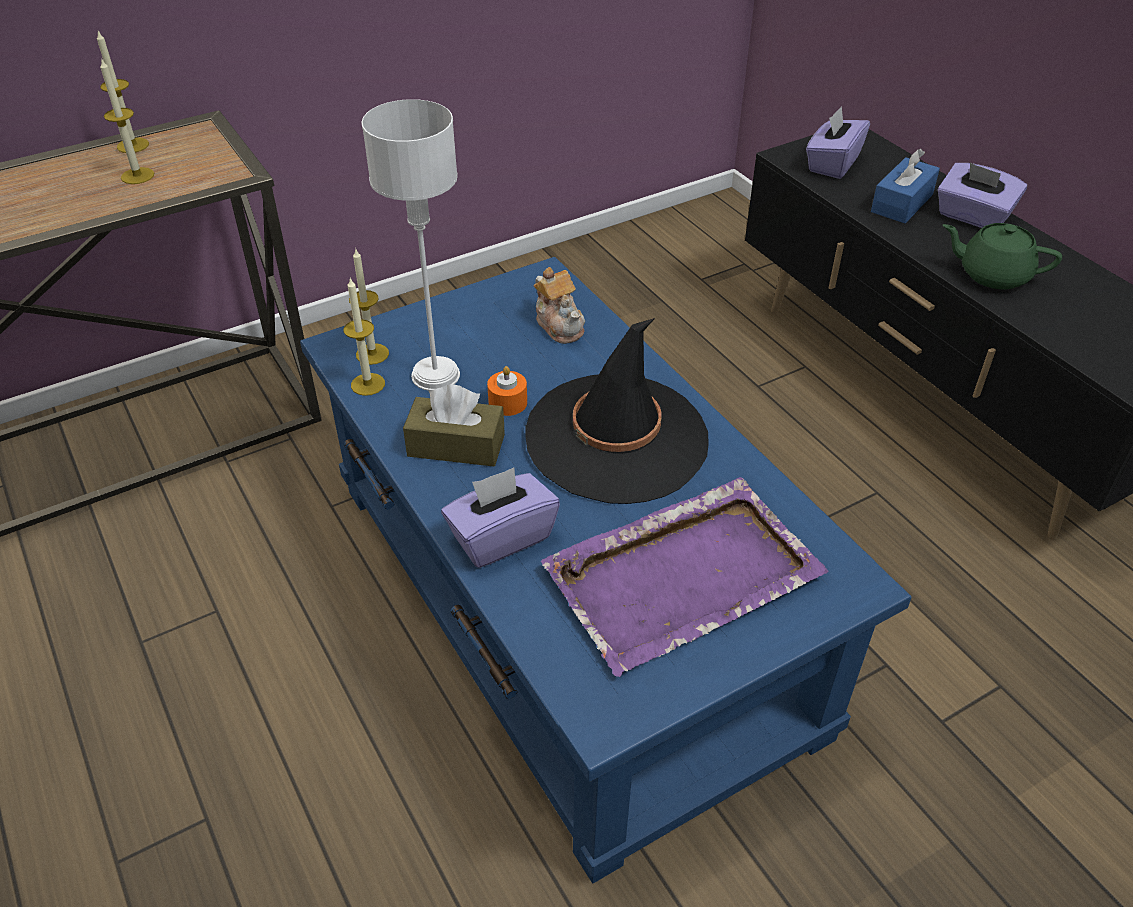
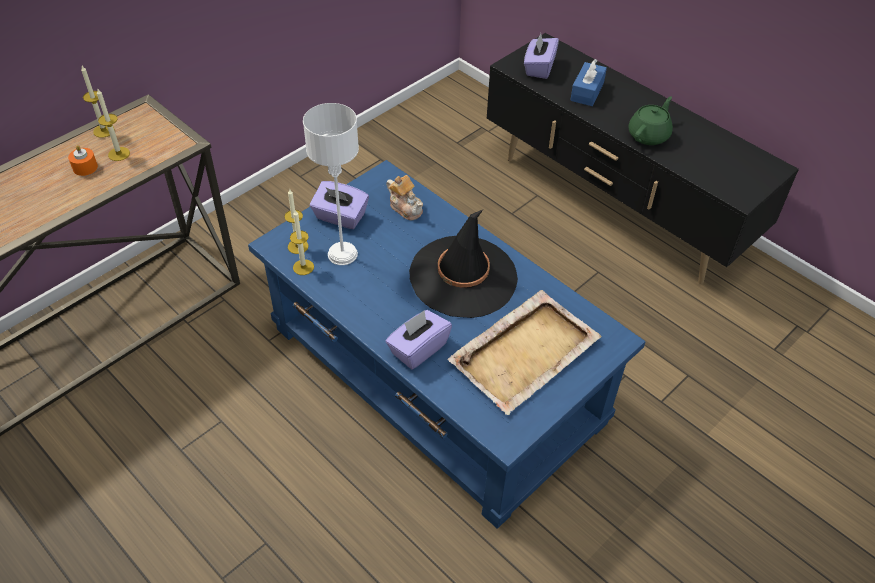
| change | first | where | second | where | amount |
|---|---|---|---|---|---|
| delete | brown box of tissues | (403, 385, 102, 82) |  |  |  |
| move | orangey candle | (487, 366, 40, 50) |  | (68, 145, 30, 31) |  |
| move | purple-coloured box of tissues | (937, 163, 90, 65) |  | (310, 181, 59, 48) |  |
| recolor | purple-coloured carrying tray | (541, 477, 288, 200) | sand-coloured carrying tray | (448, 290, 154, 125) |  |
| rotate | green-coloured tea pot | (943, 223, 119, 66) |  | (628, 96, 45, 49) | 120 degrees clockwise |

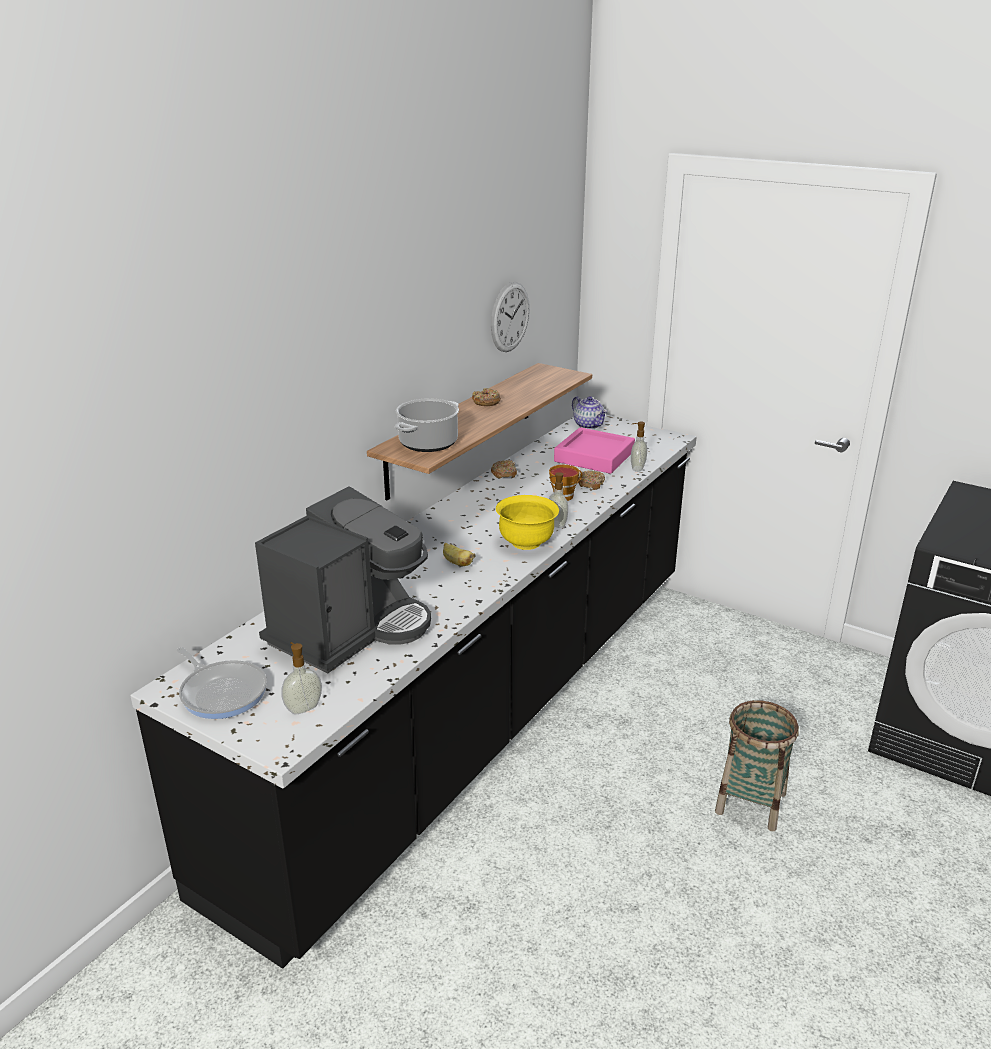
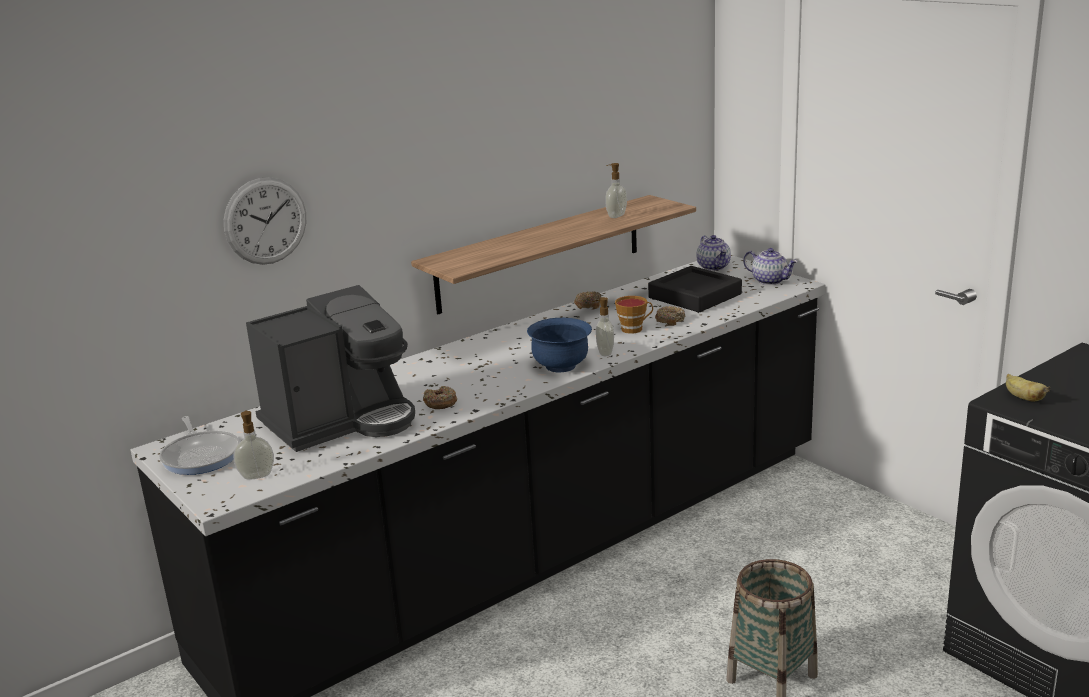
| change | first | where | second | where | amount |
|---|---|---|---|---|---|
| delete | cooking pot | (395, 398, 64, 54) |  |  |  |
| insert |  |  | tea pot | (743, 248, 55, 37) |  |
| move | banana | (443, 543, 33, 23) |  | (1006, 374, 44, 27) |  |
| move | donut | (472, 388, 29, 18) |  | (423, 386, 34, 23) |  |
| move | hanging clock | (491, 282, 38, 70) |  | (224, 177, 82, 88) |  |
| move | soap dispenser | (631, 422, 16, 50) |  | (605, 163, 22, 55) |  |
| recolor | yellow serving bowl | (496, 495, 63, 55) | blue-coloured serving bowl | (527, 318, 65, 54) |  |
| recolor | pink-coloured carrying tray | (554, 427, 81, 47) | black carrying tray | (648, 266, 94, 46) |  |

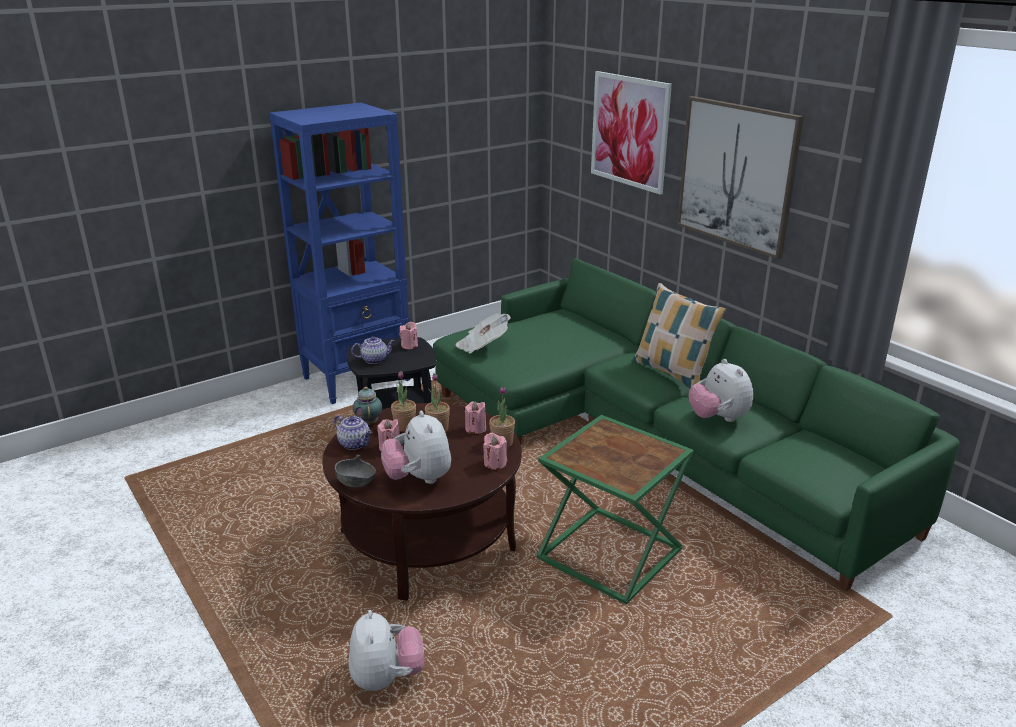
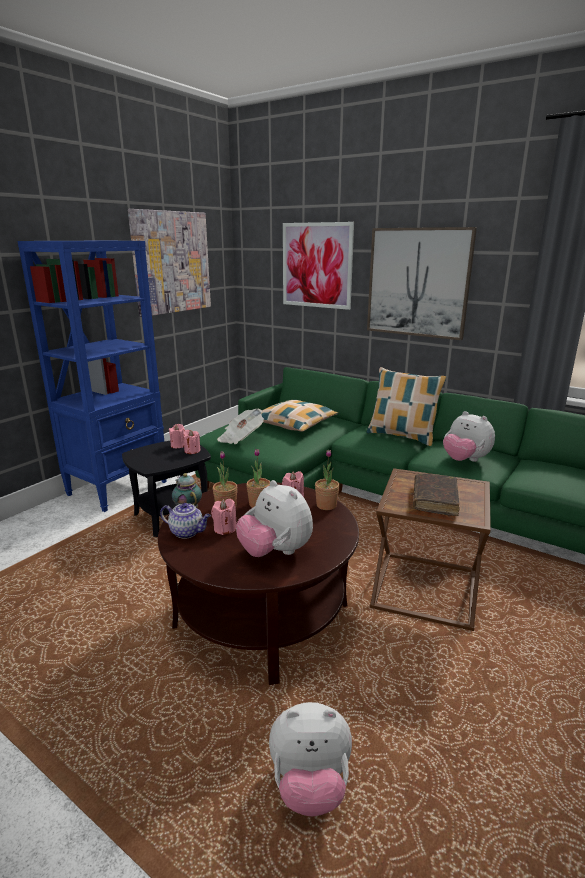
| change | first | where | second | where | amount |
|---|---|---|---|---|---|
| delete | gray serving bowl | (335, 455, 41, 33) |  |  |  |
| delete | tea pot | (351, 336, 44, 28) |  |  |  |
| insert |  |  | wall art | (128, 209, 83, 108) |  |
| insert |  |  | pillow | (261, 400, 77, 31) |  |
| insert |  |  | brown bound book | (413, 474, 46, 42) |  |
| move | pink-coloured candle | (483, 433, 24, 37) |  | (183, 430, 17, 24) |  |
| recolor | green-coloured accent table | (536, 415, 158, 190) | brown accent table | (370, 468, 121, 163) |  |
| rotate | soft toy | (349, 610, 75, 81) |  | (269, 702, 83, 114) | 120 degrees clockwise |

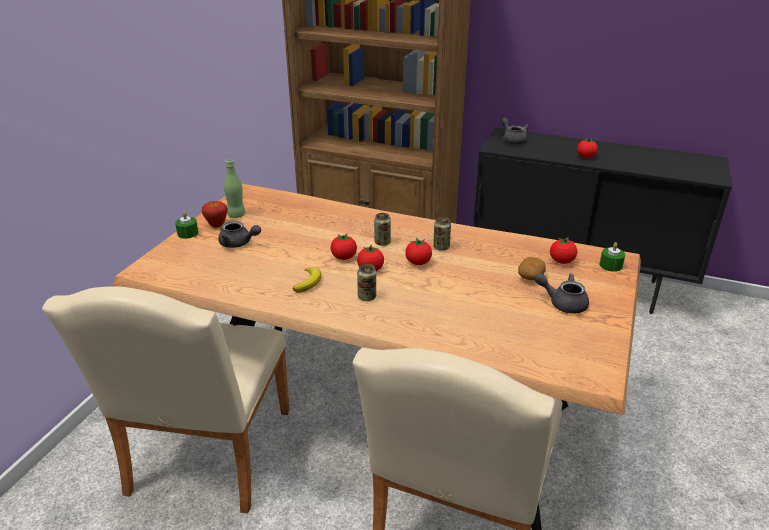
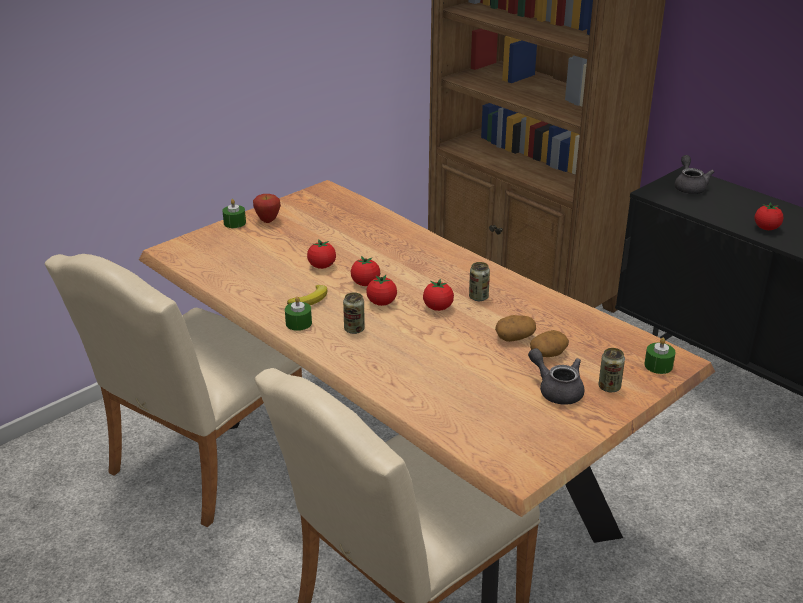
| change | first | where | second | where | amount |
|---|---|---|---|---|---|
| delete | gray tea pot | (218, 221, 43, 27) |  |  |  |
| delete | green-coloured bottle | (224, 159, 21, 59) |  |  |  |
| insert |  |  | green-coloured candle | (285, 296, 27, 35) |  |
| insert |  |  | potato | (495, 315, 41, 27) |  |
| move | metal can | (374, 213, 17, 33) |  | (599, 348, 26, 44) |  |
| move | tomato | (550, 237, 27, 27) |  | (307, 239, 29, 30) |  |

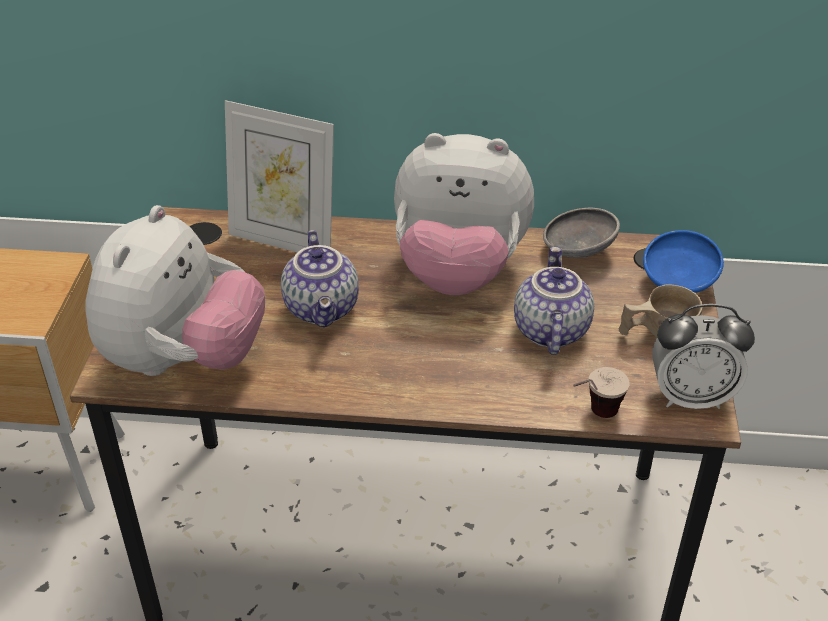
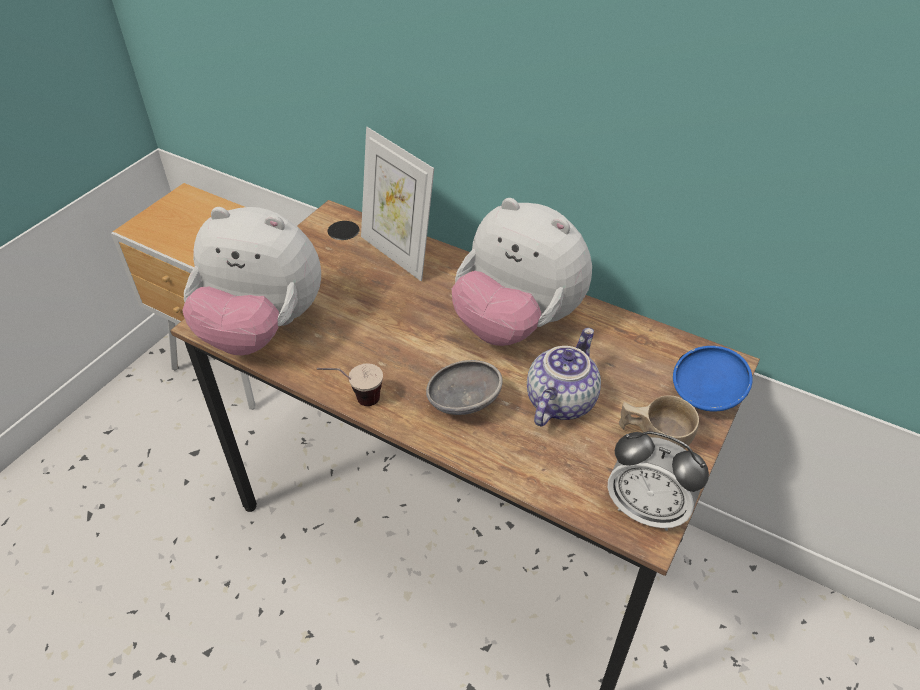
| change | first | where | second | where | amount |
|---|---|---|---|---|---|
| delete | tea pot | (281, 230, 78, 97) |  |  |  |
| move | gray serving bowl | (543, 208, 77, 50) |  | (426, 360, 77, 55) |  |
| move | cup | (573, 367, 57, 51) |  | (317, 363, 66, 43) |  |
| rotate | soft toy | (85, 205, 180, 171) |  | (182, 207, 139, 148) | 60 degrees clockwise |

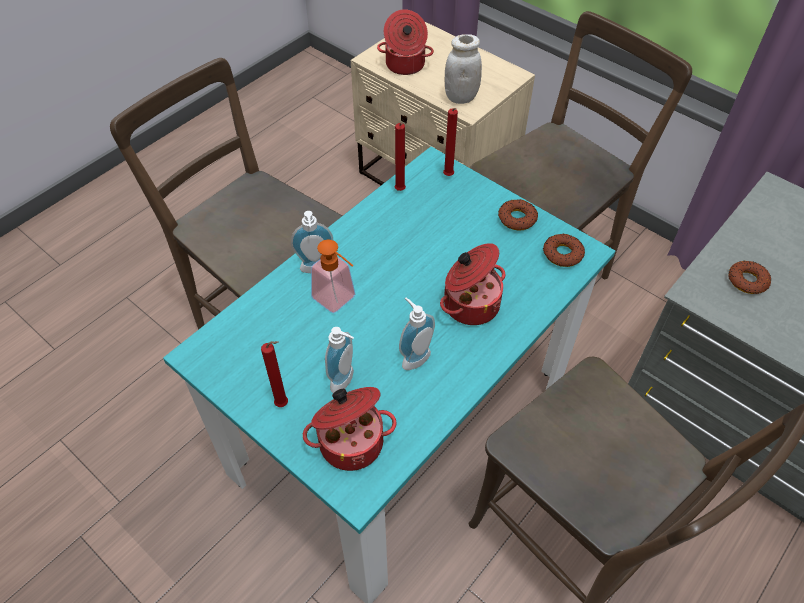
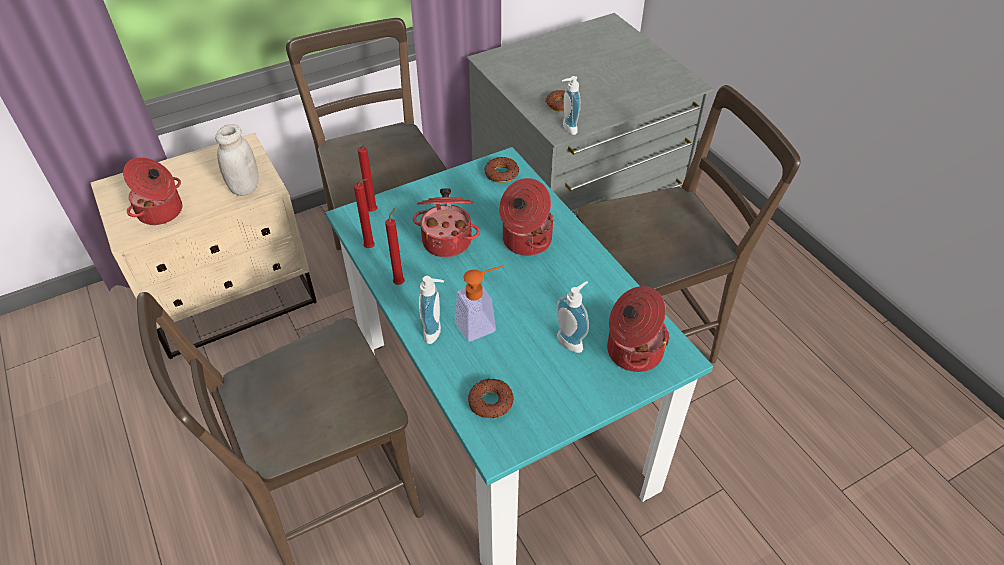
| change | first | where | second | where | amount |
|---|---|---|---|---|---|
| insert |  |  | cooking pot | (413, 188, 67, 69) |  |
| move | reddish candle | (261, 341, 27, 66) |  | (385, 208, 20, 77) |  |
| move | soap dispenser | (399, 298, 36, 72) |  | (562, 76, 19, 59) |  |
| move | donut | (498, 199, 40, 32) |  | (468, 379, 46, 39) |  |

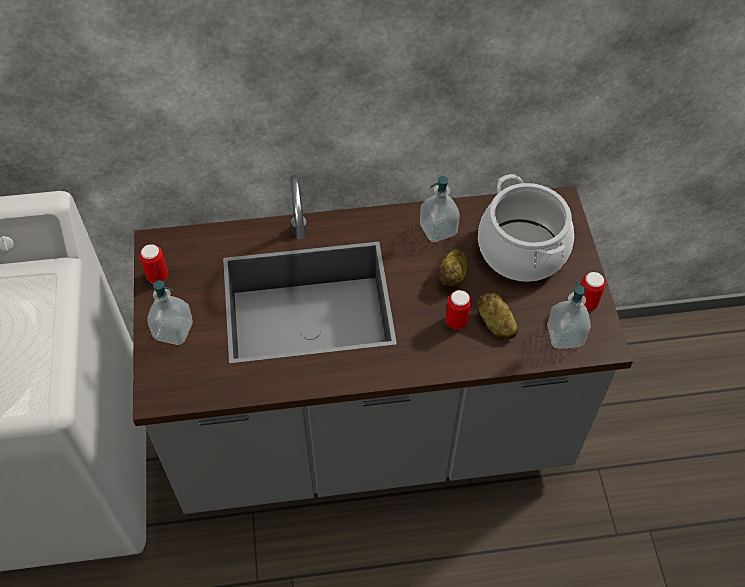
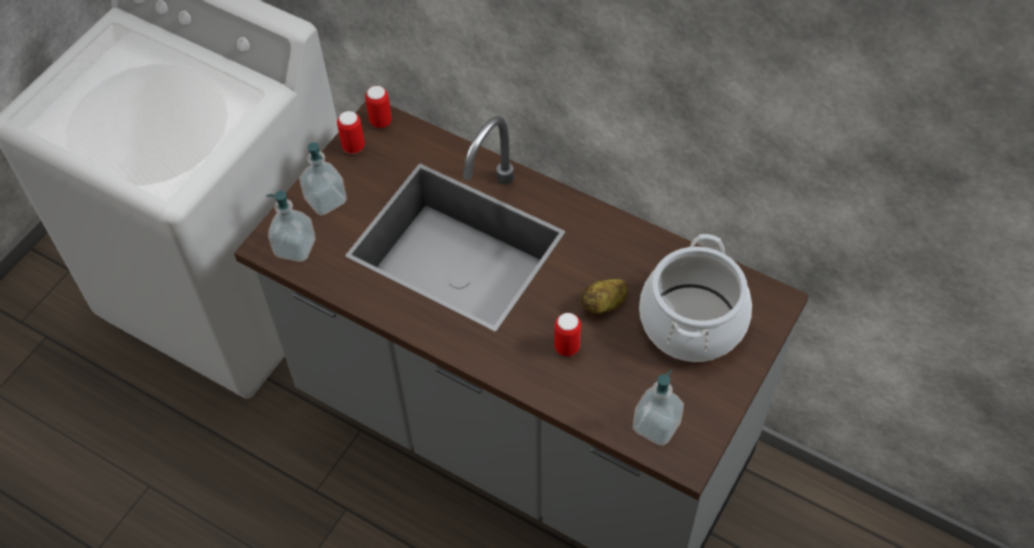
| change | first | where | second | where | amount |
|---|---|---|---|---|---|
| delete | potato | (478, 293, 40, 46) |  |  |  |
| move | soap dispenser | (420, 176, 39, 66) |  | (267, 191, 48, 71) |  |
| move | metal can | (581, 272, 25, 39) |  | (365, 86, 27, 42) |  |

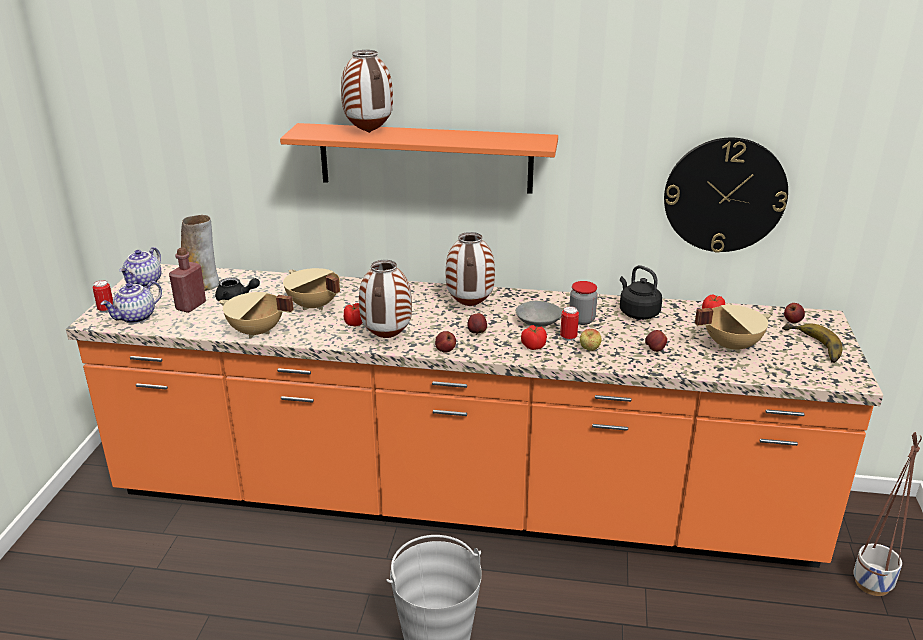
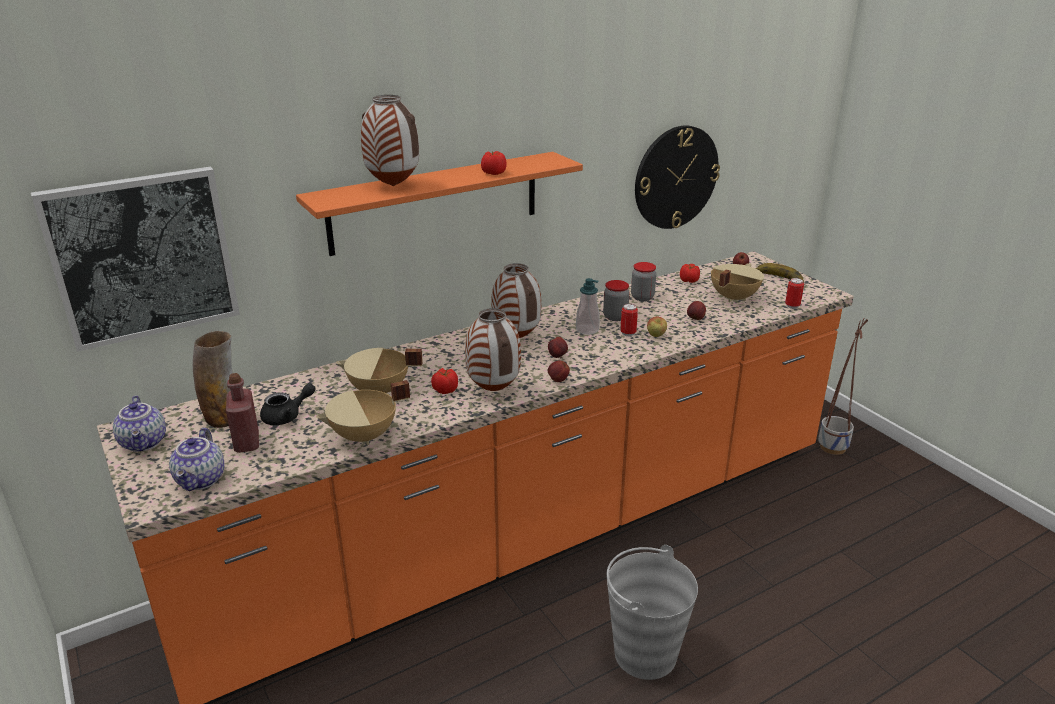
| change | first | where | second | where | amount |
|---|---|---|---|---|---|
| insert |  |  | wall art | (31, 167, 209, 185) |  |
| move | metal can | (92, 280, 21, 33) |  | (785, 278, 19, 31) |  |
| move | tomato | (521, 325, 26, 25) |  | (481, 151, 26, 24) |  |
| replace | gray serving bowl | (516, 301, 46, 26) | soap dispenser | (576, 278, 24, 57) |  |
| replace | black water kettle | (620, 265, 42, 55) | storage jar | (631, 262, 25, 39) |  |

